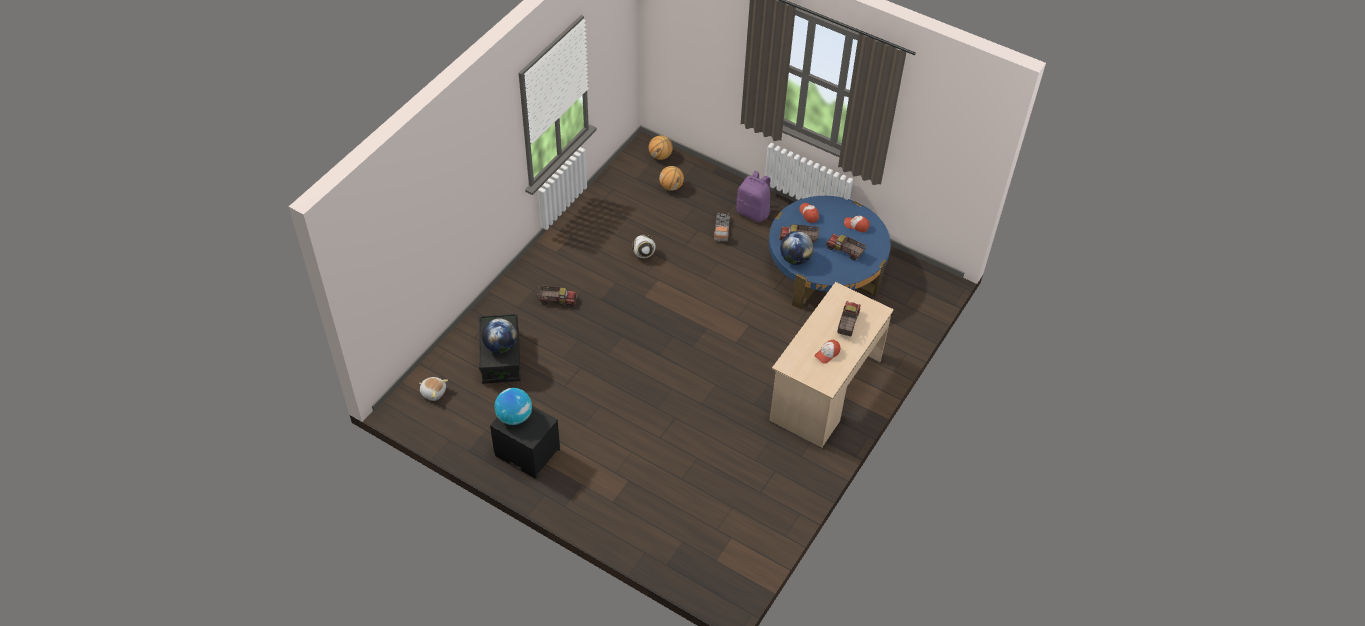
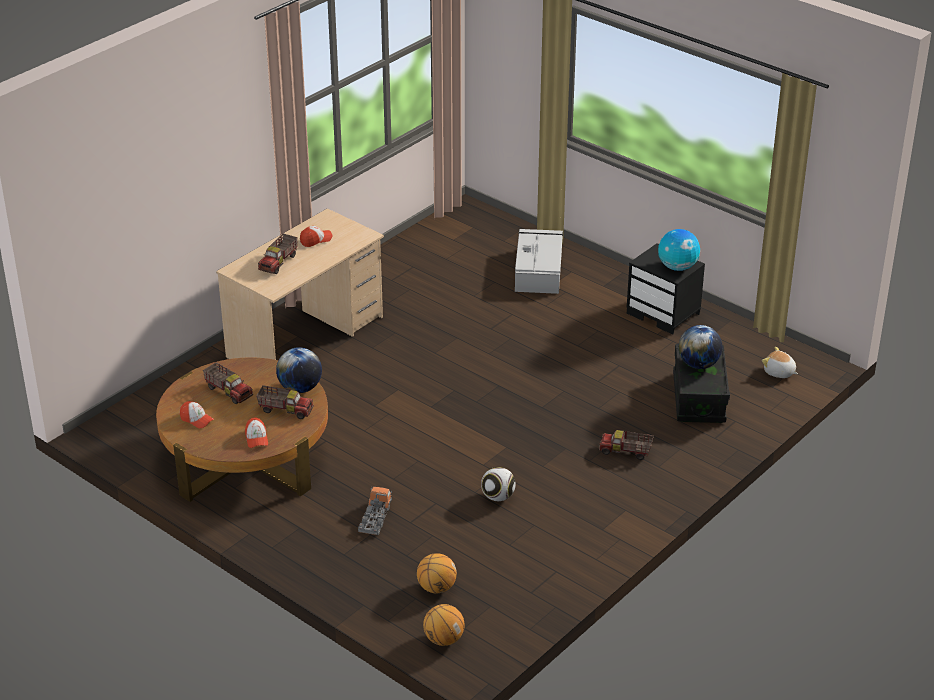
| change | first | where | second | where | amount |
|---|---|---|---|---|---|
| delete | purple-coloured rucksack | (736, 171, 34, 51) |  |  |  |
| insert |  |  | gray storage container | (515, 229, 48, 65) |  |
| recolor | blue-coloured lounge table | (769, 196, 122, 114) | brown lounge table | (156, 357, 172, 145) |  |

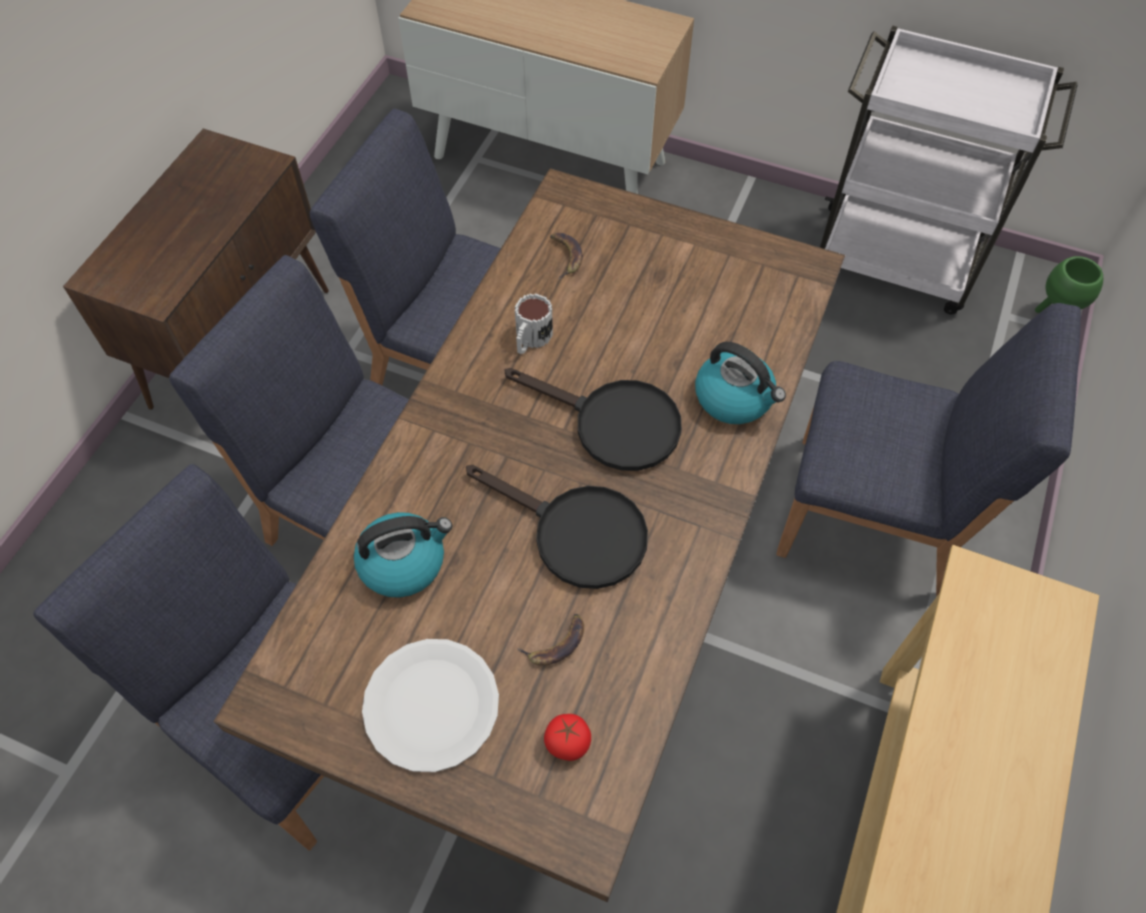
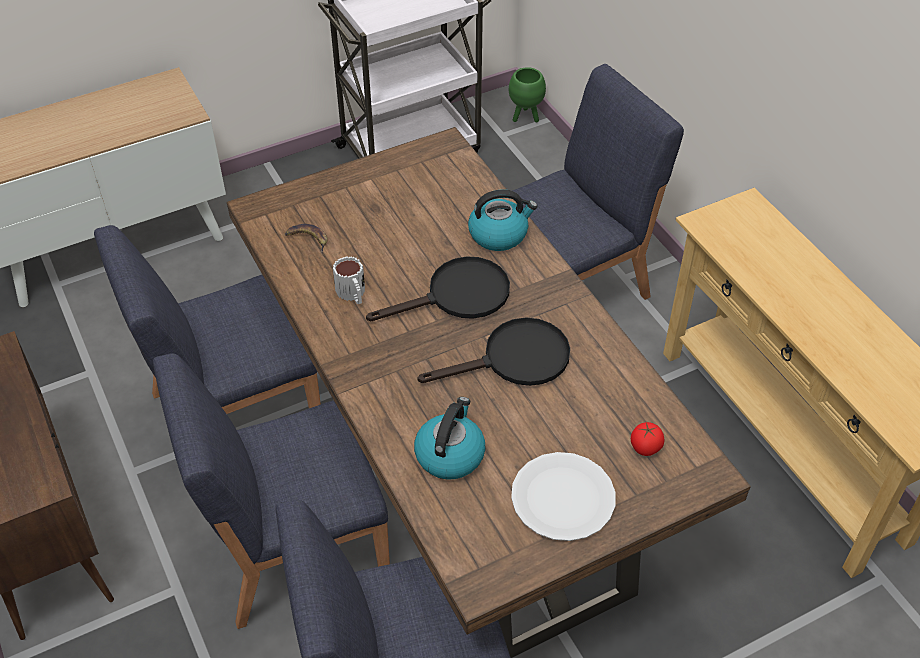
| change | first | where | second | where | amount |
|---|---|---|---|---|---|
| delete | banana | (517, 614, 67, 51) |  |  |  |

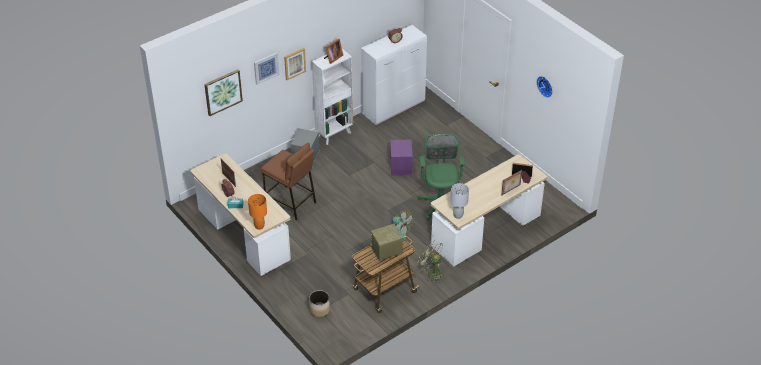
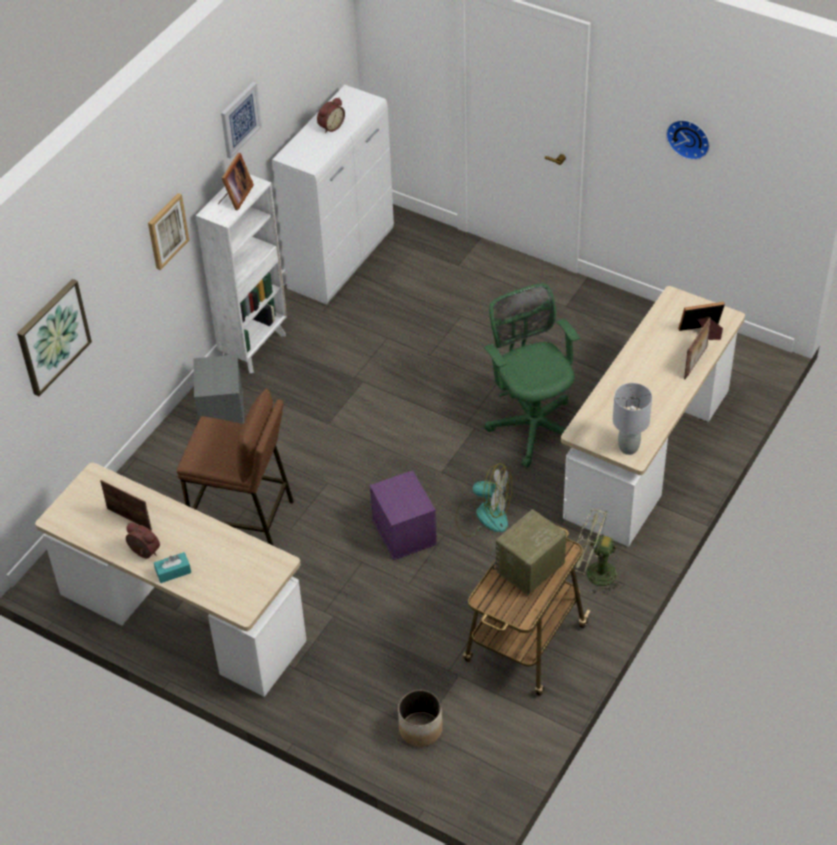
| change | first | where | second | where | amount |
|---|---|---|---|---|---|
| delete | orangey table lamp | (248, 194, 19, 36) |  |  |  |
| move | wall art | (254, 52, 25, 33) |  | (221, 82, 41, 77) |  |
| move | purple-coloured storage container | (390, 140, 23, 36) |  | (370, 470, 67, 90) |  |

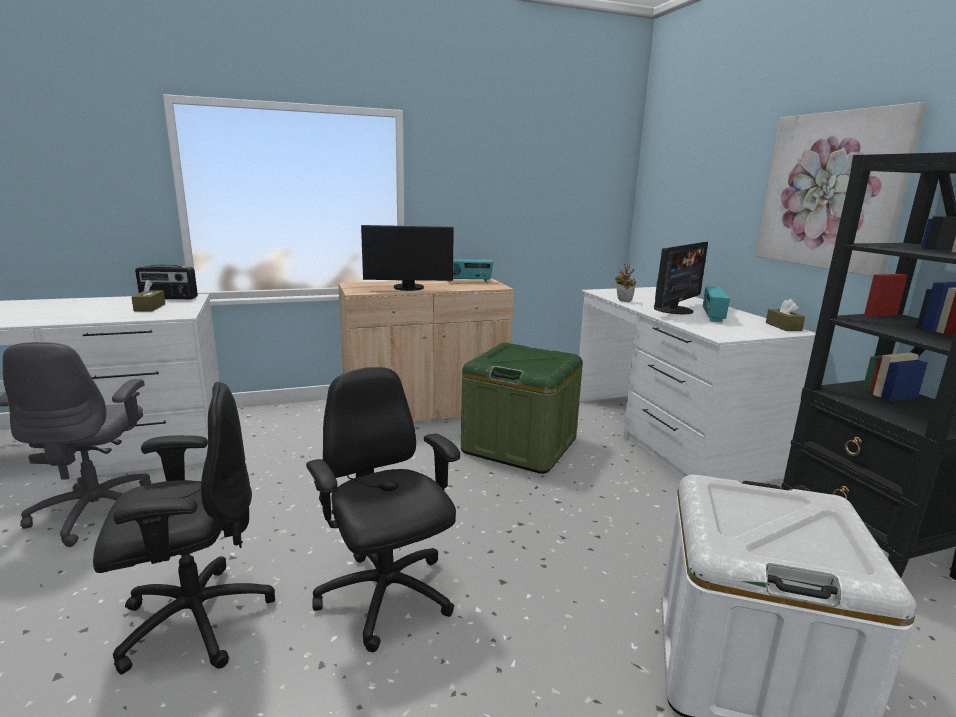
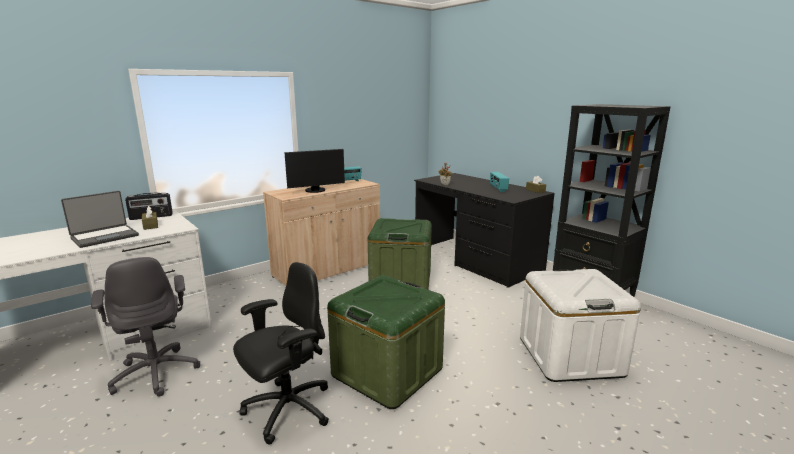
| change | first | where | second | where | amount |
|---|---|---|---|---|---|
| delete | computer display | (654, 242, 54, 72) |  |  |  |
| delete | wall art | (755, 102, 172, 175) |  |  |  |
| insert |  |  | laptop | (61, 191, 78, 57) |  |
| replace | black desk chair | (306, 367, 154, 285) | green-coloured storage container | (327, 275, 118, 134) |  |
| recolor | white desk table | (579, 287, 237, 196) | black desk table | (414, 173, 141, 115) |  |

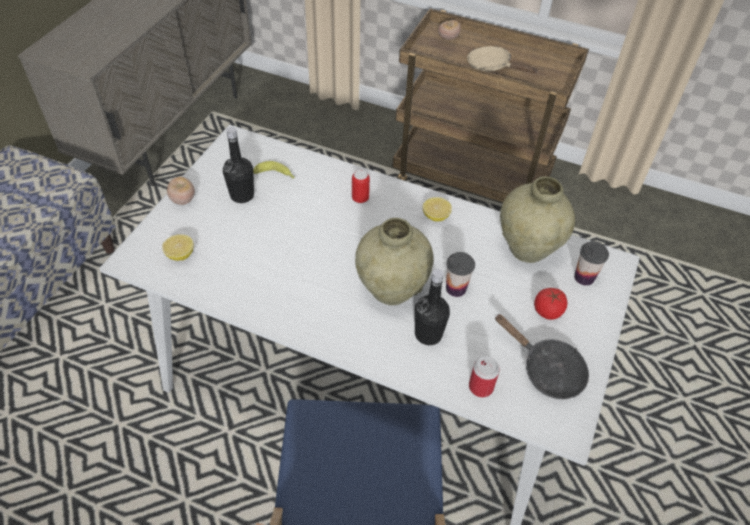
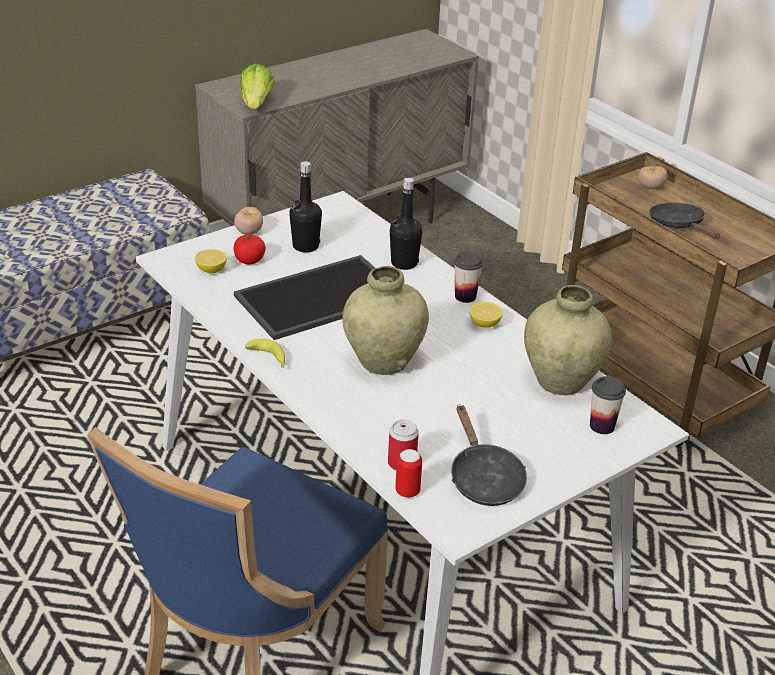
| change | first | where | second | where | amount |
|---|---|---|---|---|---|
| insert |  |  | carrying tray | (234, 255, 141, 85) |  |
| insert |  |  | head of lettuce | (240, 63, 35, 46) |  |
| move | banana | (253, 161, 42, 17) |  | (245, 339, 40, 28) |  |
| move | metal can | (352, 170, 18, 33) |  | (395, 449, 27, 49) |  |
| move | black bottle | (414, 269, 36, 76) |  | (390, 178, 33, 92) |  |
| move | cup | (446, 252, 29, 45) |  | (454, 252, 29, 51) |  |
| move | tomato | (534, 288, 33, 32) |  | (234, 234, 32, 30) |  |
| recolor | sand-coloured skillet | (467, 46, 70, 27) | black skillet | (649, 203, 71, 36) |  |

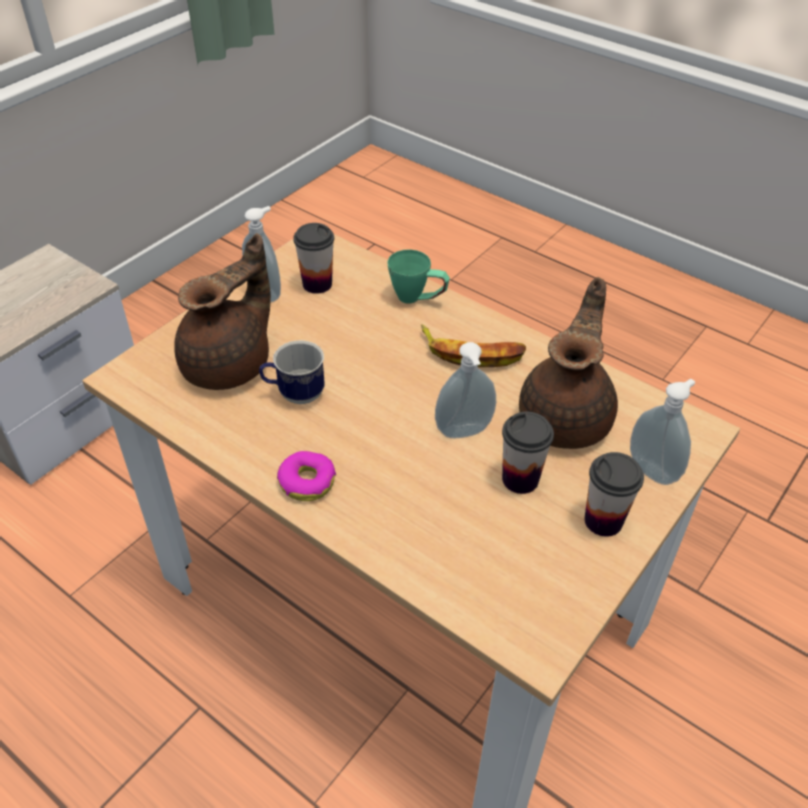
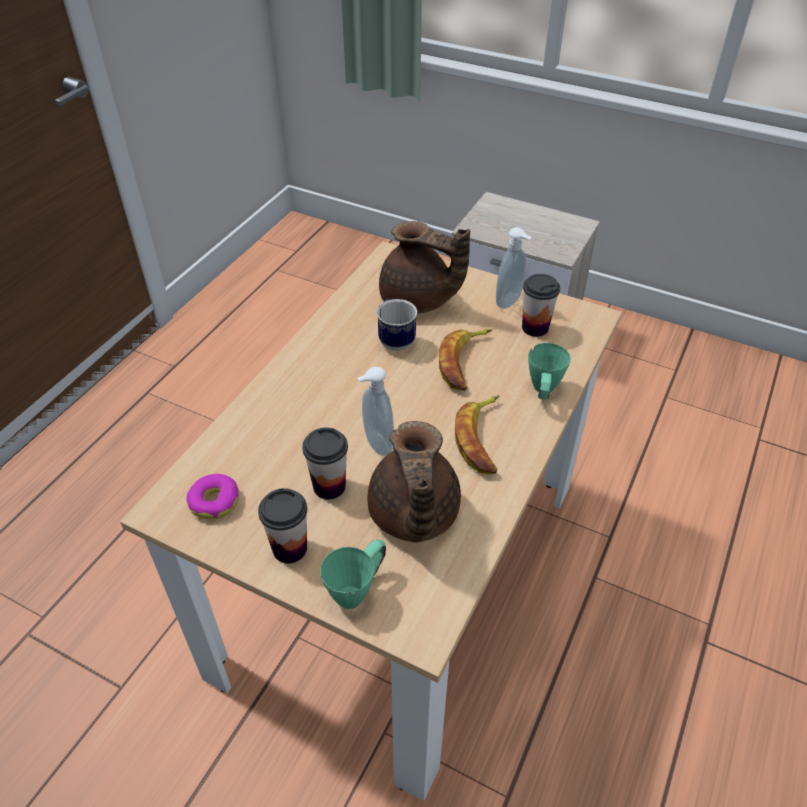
| change | first | where | second | where | amount |
|---|---|---|---|---|---|
| insert |  |  | banana | (439, 329, 53, 62) |  |
| move | donut | (277, 451, 59, 50) |  | (186, 474, 53, 45) |  |
| replace | soap dispenser | (630, 379, 65, 106) | green-coloured mug | (320, 540, 66, 69) |  |
| rotate | brown tea pot | (519, 277, 99, 172) |  | (368, 421, 93, 122) | 75 degrees clockwise |

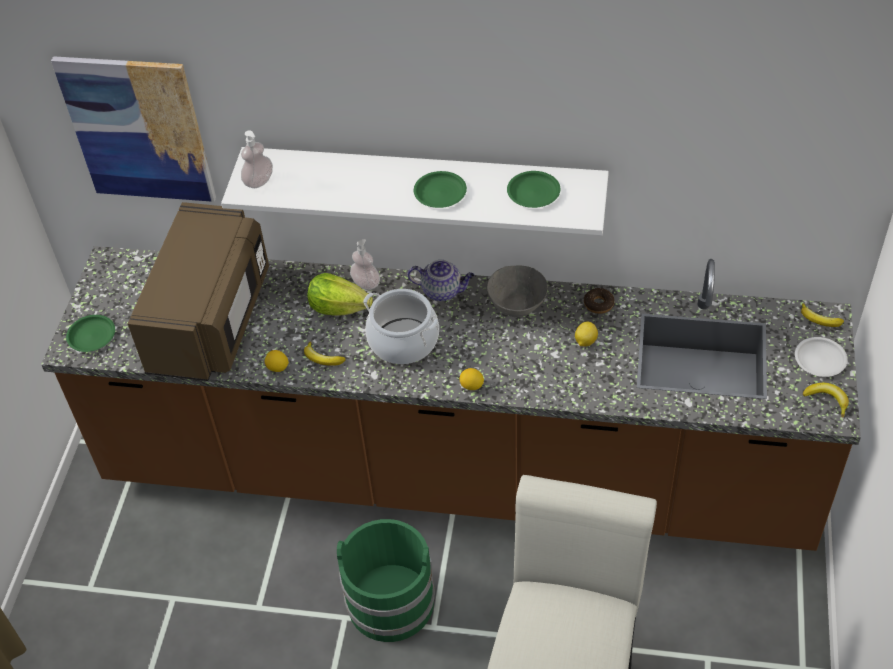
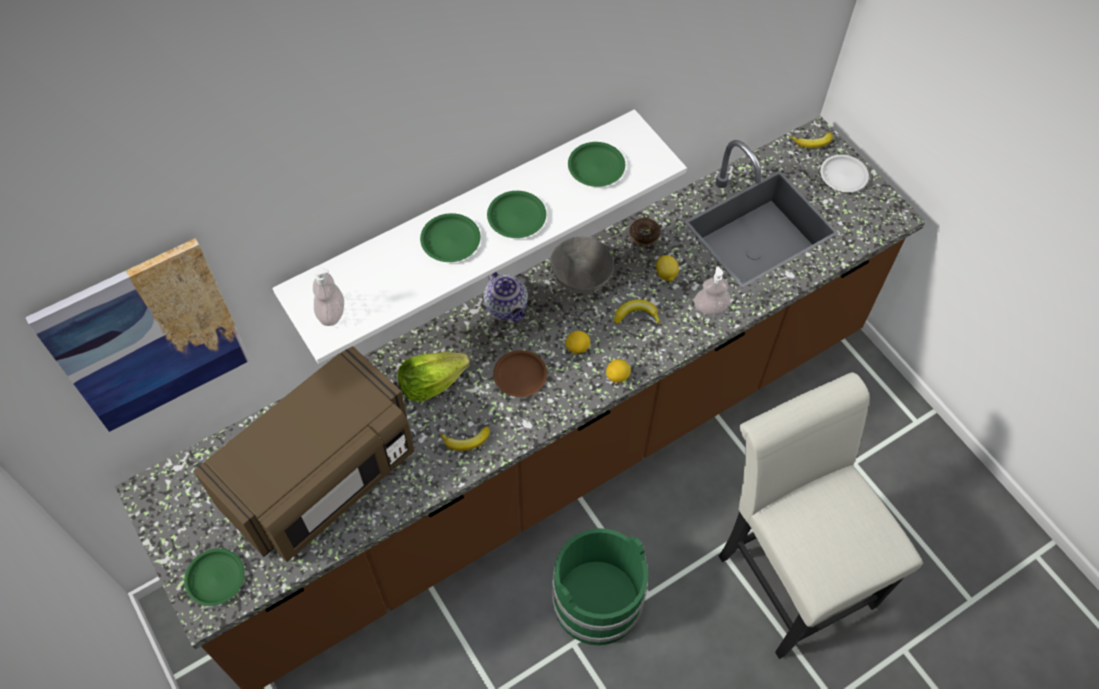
| change | first | where | second | where | amount |
|---|---|---|---|---|---|
| insert |  |  | green-coloured dinner plate | (420, 213, 60, 49) |  |
| move | lemon | (265, 350, 24, 22) |  | (566, 331, 24, 23) |  |
| move | soap dispenser | (350, 239, 30, 51) |  | (694, 266, 36, 48) |  |
| move | banana | (803, 383, 46, 35) |  | (614, 299, 47, 25) |  |
| replace | cooking pot | (363, 289, 76, 75) | brown dinner plate | (493, 350, 54, 47) |  |
| rotate | brown kitchen microwave | (128, 202, 141, 179) |  | (193, 346, 221, 216) | 75 degrees clockwise |
| rotate | tea pot | (408, 260, 66, 41) |  | (483, 272, 45, 50) | 90 degrees clockwise |

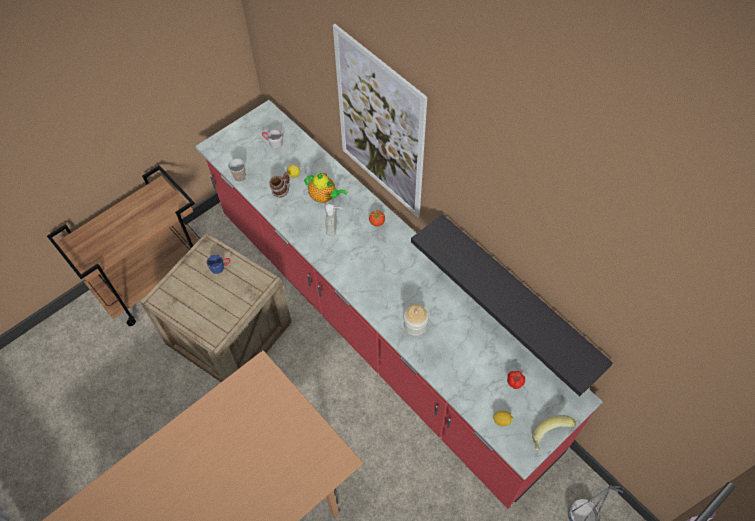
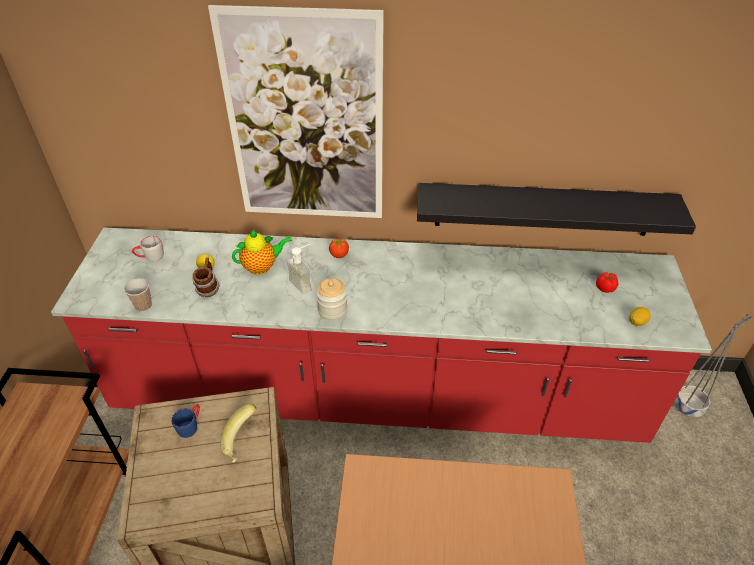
| change | first | where | second | where | amount |
|---|---|---|---|---|---|
| move | storage jar | (404, 305, 24, 31) |  | (316, 278, 32, 43) |  |
| move | banana | (532, 415, 44, 35) |  | (220, 404, 37, 59) |  |

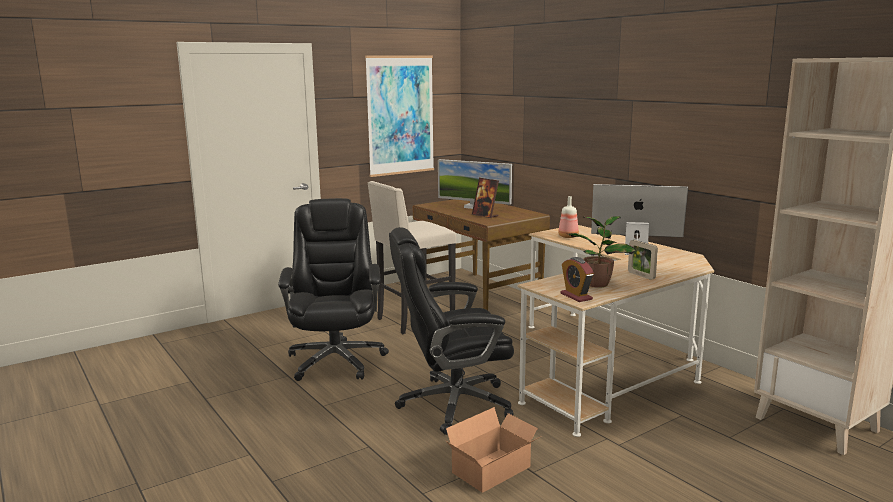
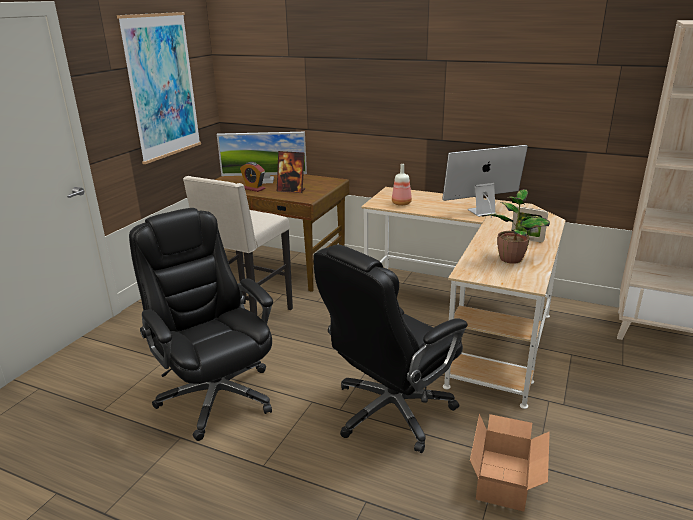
| change | first | where | second | where | amount |
|---|---|---|---|---|---|
| move | table clock | (560, 257, 34, 45) |  | (240, 162, 26, 30) |  |

